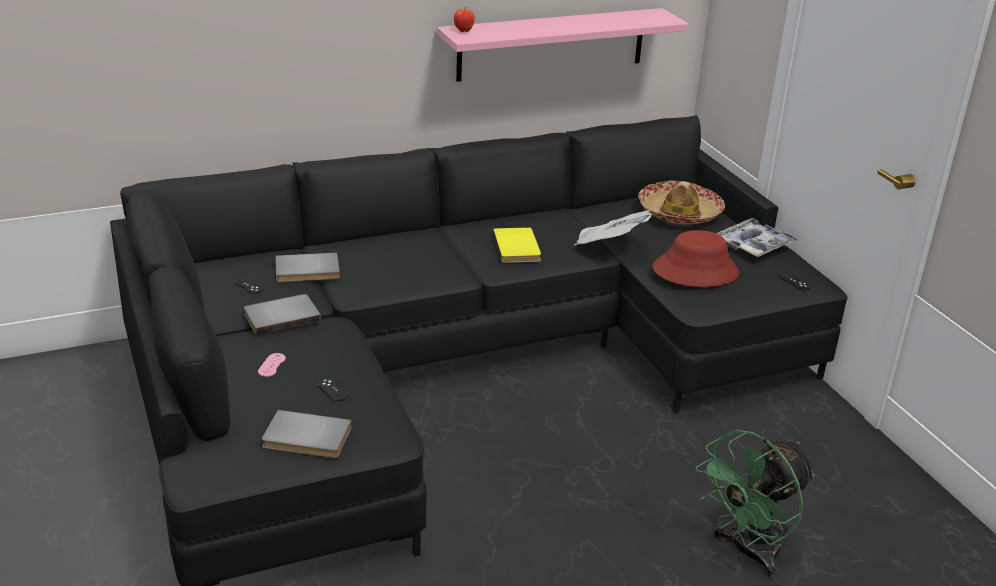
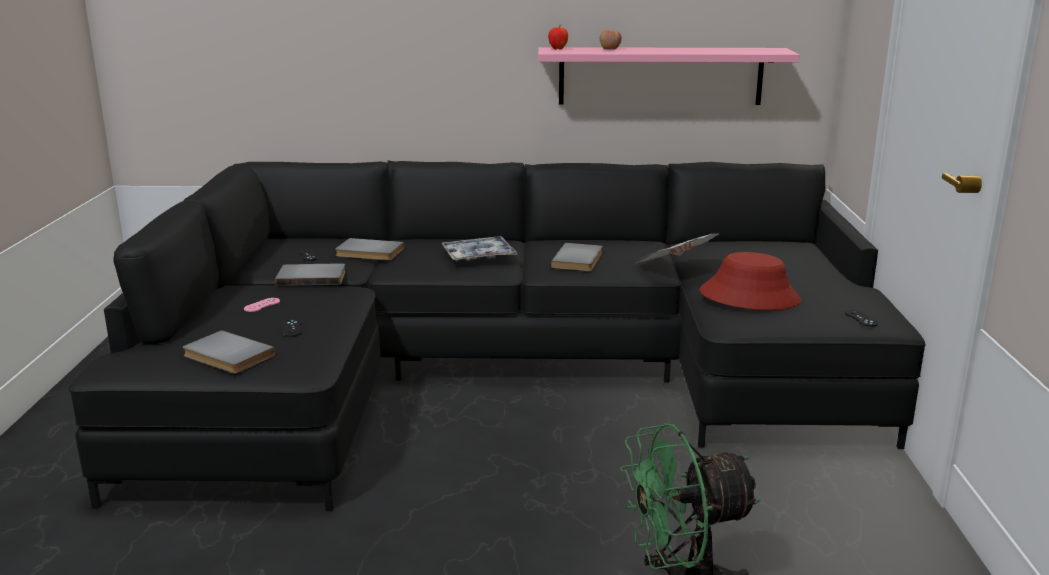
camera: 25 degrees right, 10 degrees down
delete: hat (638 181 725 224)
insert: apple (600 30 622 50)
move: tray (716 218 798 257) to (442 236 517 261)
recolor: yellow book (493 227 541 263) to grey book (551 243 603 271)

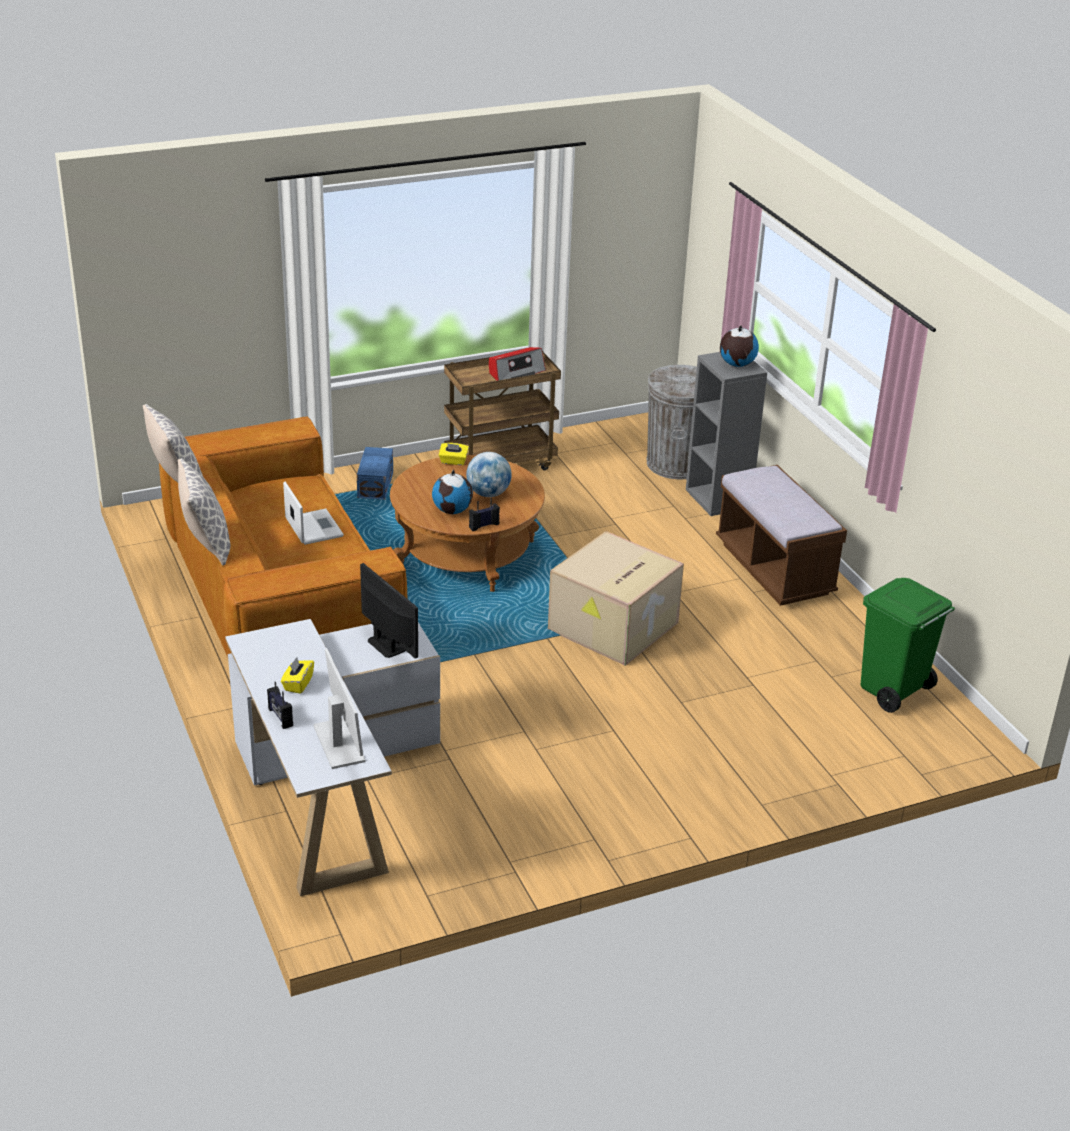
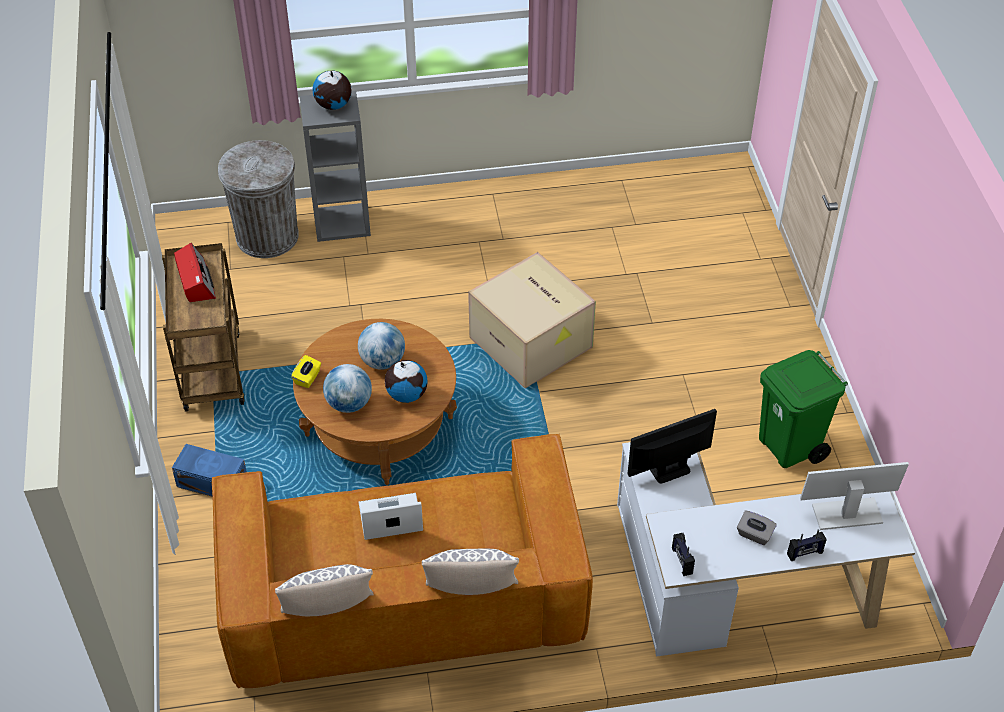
camera: 75 degrees left, 15 degrees up
delete: brown bench (716 465 847 606)
insert: globe (323 364 372 413)
move: radio (469 498 500 531) to (672 533 695 576); green trash can (861 578 955 713) to (759 350 848 468)
recolor: yellow tissue box (281 657 314 694) to grey tissue box (737 510 777 545)

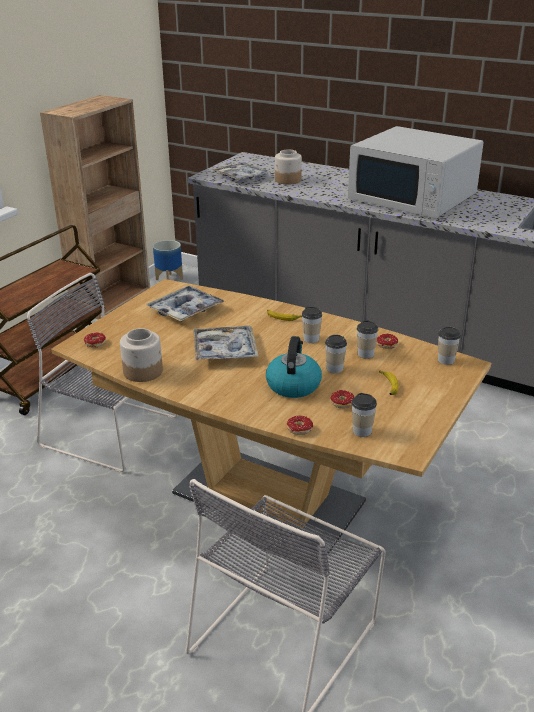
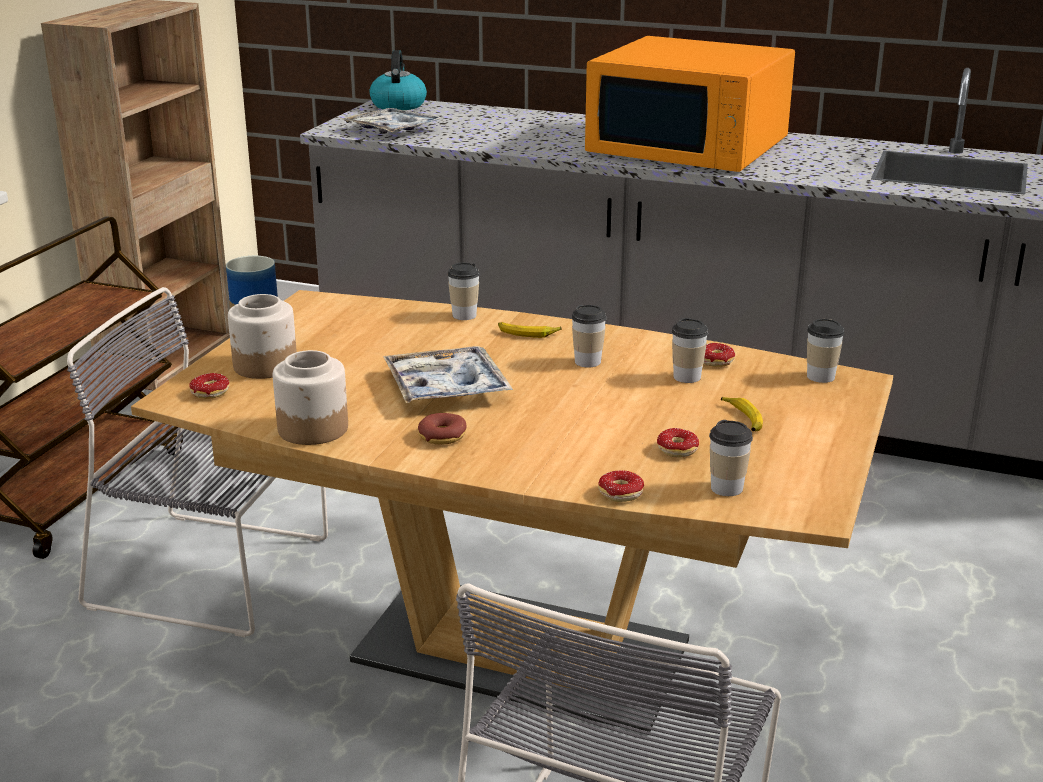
camera: 10 degrees left, 5 degrees down
delete: tray (146 286 225 322)
insert: donut (418 413 467 445)
move: kettle (266 336 322 398) to (370 50 427 110); jar (275 150 302 185) to (228 294 297 379); cup (325 335 347 374) to (447 263 480 320)
recolor: white microwave (348 126 484 219) to orange microwave (585 36 795 172)

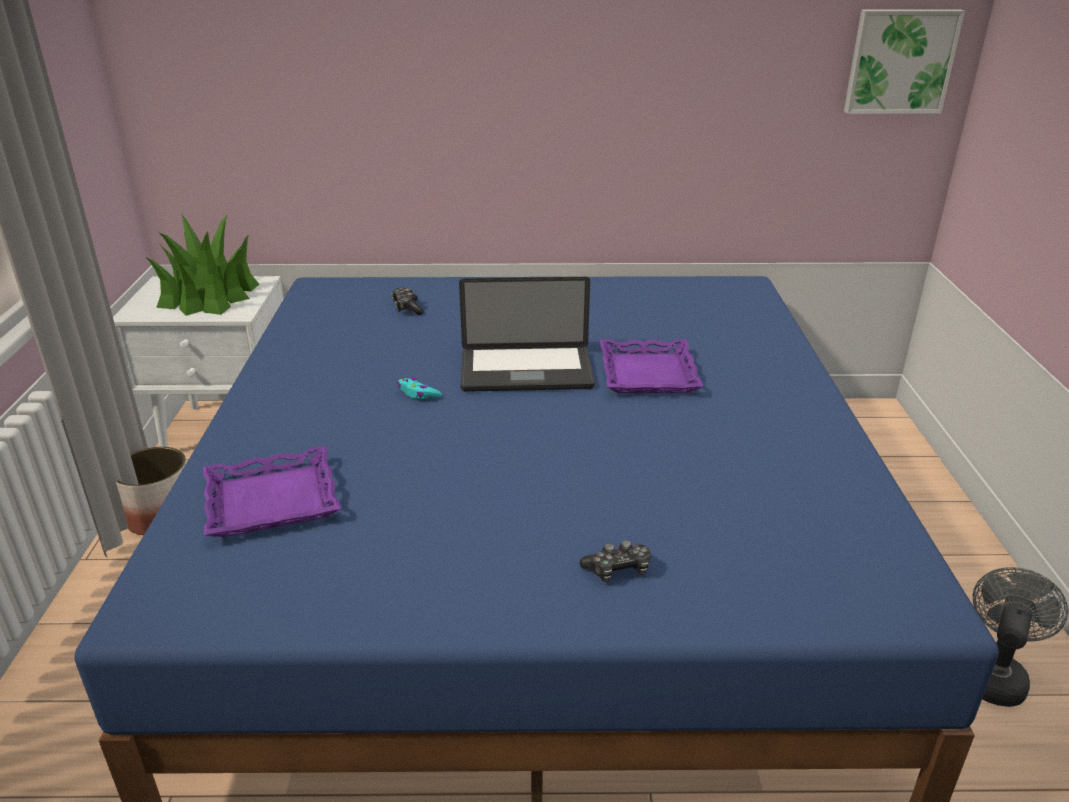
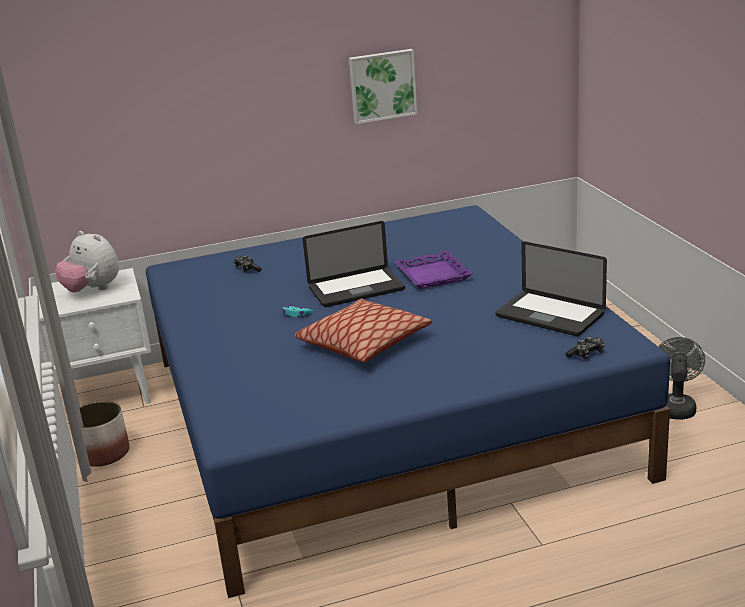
camera: 15 degrees left, 5 degrees down
delete: purple tray (203 446 341 537)
insert: pillow (295 299 432 362); laptop (495 241 607 336)
move: game controller (580 540 651 582) to (565 337 605 359); picture (844 9 965 114) to (349 49 417 124)
replace: potted plant (147 213 259 316) to plush toy (55 231 119 292)

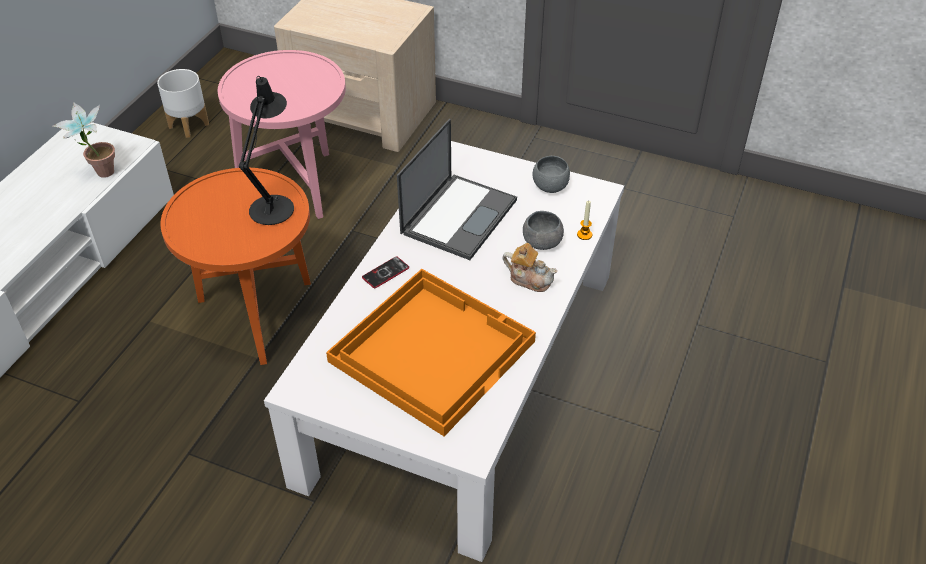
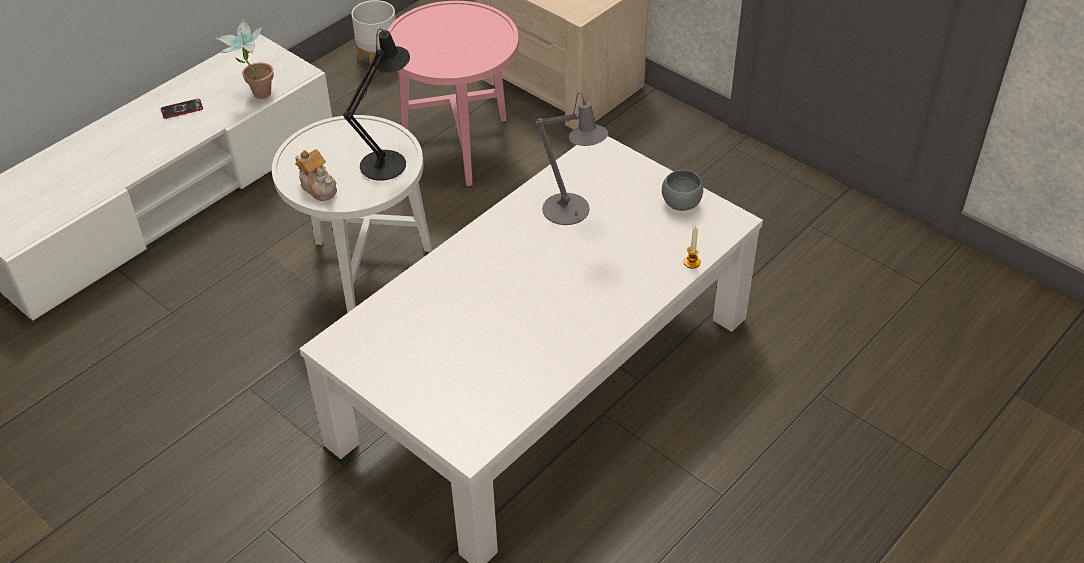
camera: 20 degrees right, 0 degrees up
delete: orange tray (326 269 536 436); grey bowl (523 211 564 250)
move: phone (362 257 409 288) to (161 99 203 119); teapot (502 243 557 292) to (295 149 337 201)
replace: laptop (397 119 517 260) to grey table lamp (535 93 608 225)
recolor: orange side table (160 168 311 365) to white side table (272 115 432 313)

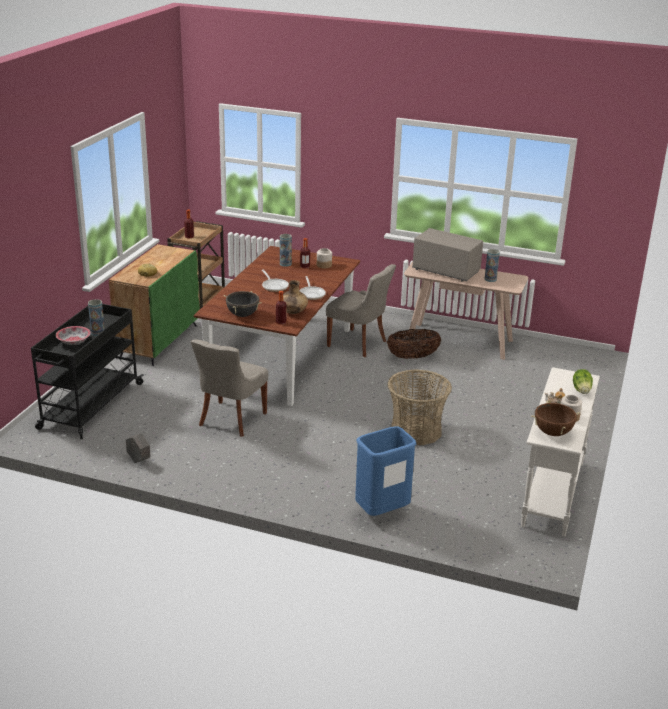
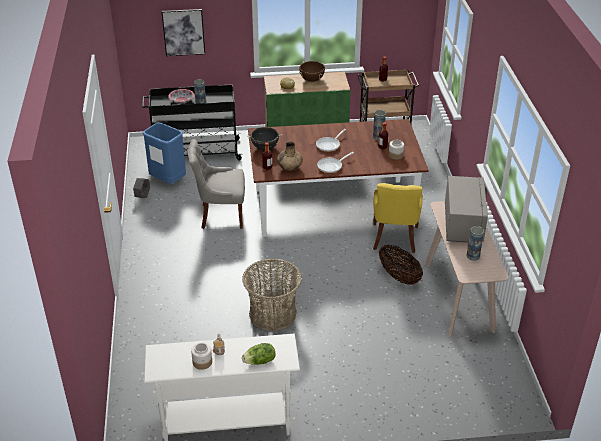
camera: 65 degrees right, 10 degrees up
insert: picture (162 9 205 56)
move: blue trash can (355 426 416 516) to (142 123 186 184); brown cooking pot (531 401 580 436) to (299 61 325 82)
recolor: grey chair (326 264 396 357) to yellow chair (373 183 423 253)

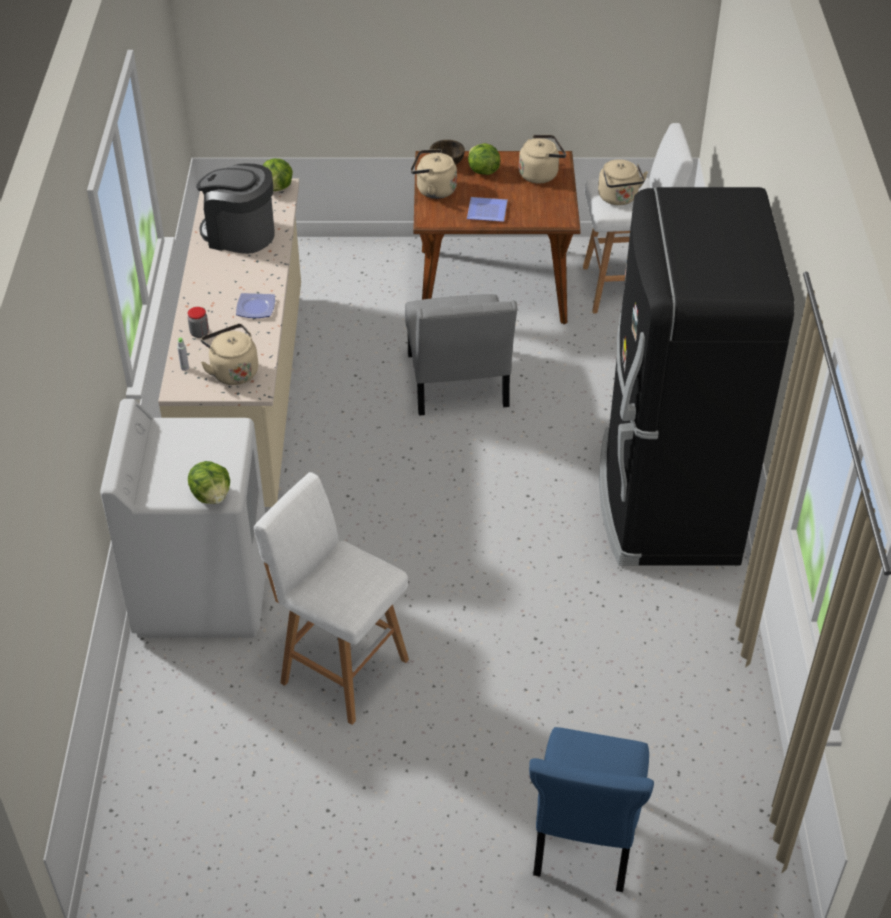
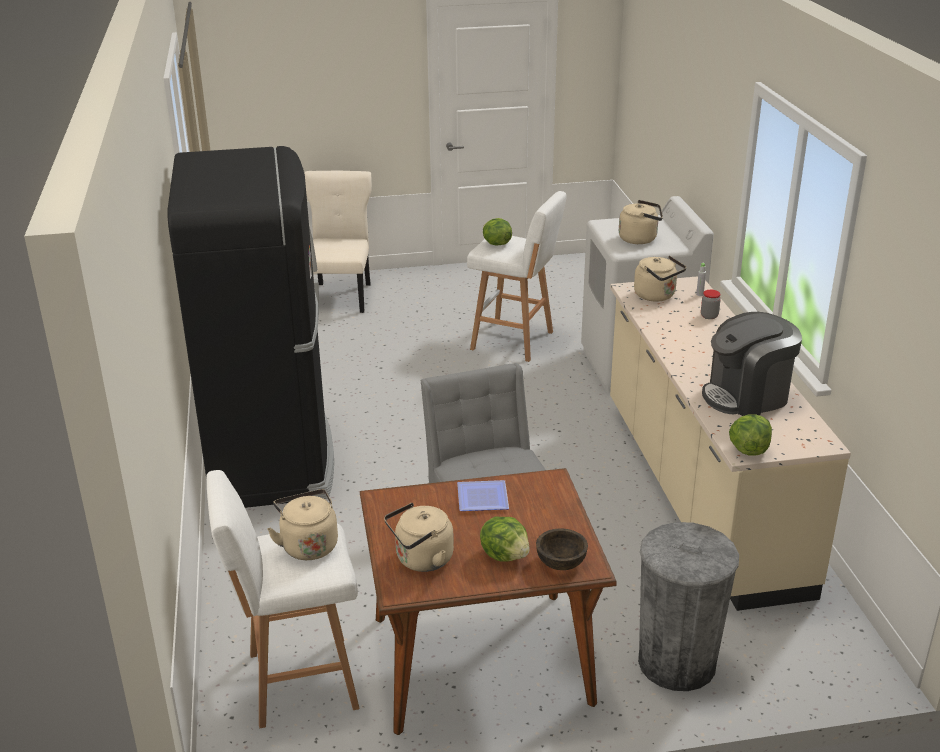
camera: 170 degrees right, 15 degrees down
delete: plate (236 293 275 318)
insert: grey trash can (638 522 739 691)
move: lettuce (188 461 230 504) to (483 218 512 246); beige kettle (411 149 457 199) to (619 200 663 244)
recolor: blue chair (529 727 654 892) to beige chair (304 171 372 313)
rotate: coffee machine (196 164 275 254) = (702 312 802 416) 150 degrees clockwise

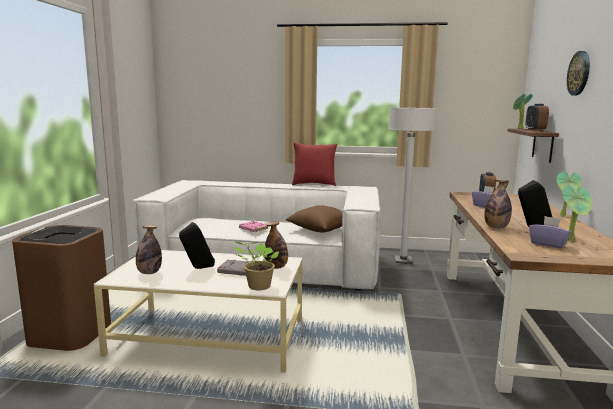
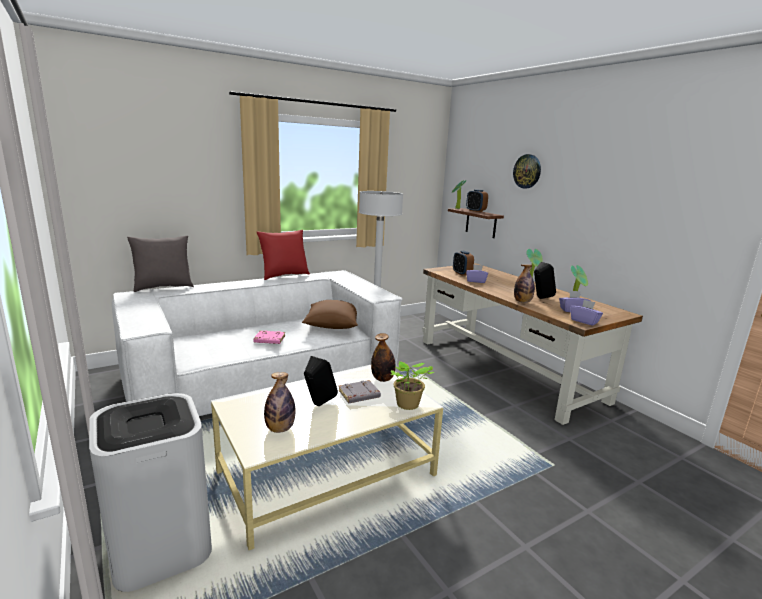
camera: 40 degrees left, 5 degrees up
insert: grey pillow (127 236 194 292); purple tissue box (570 300 603 326)
recolor: brown trash can (12 225 111 351) to white trash can (89 393 212 592)

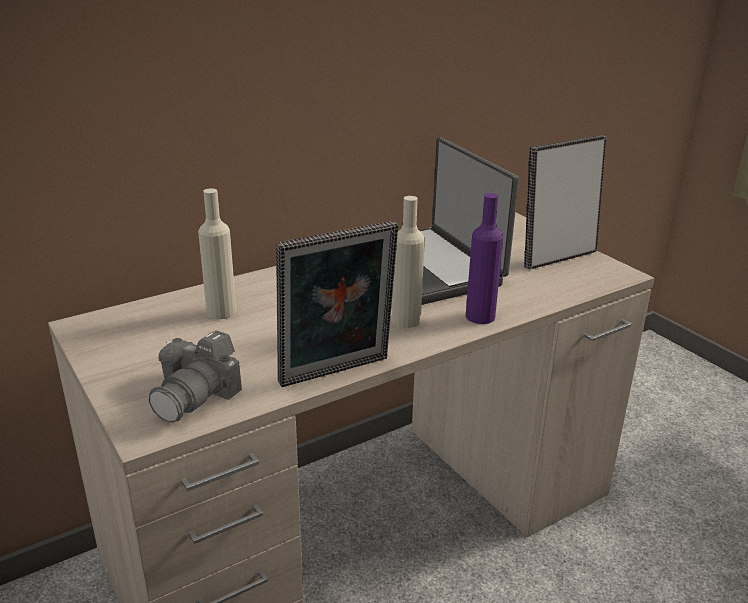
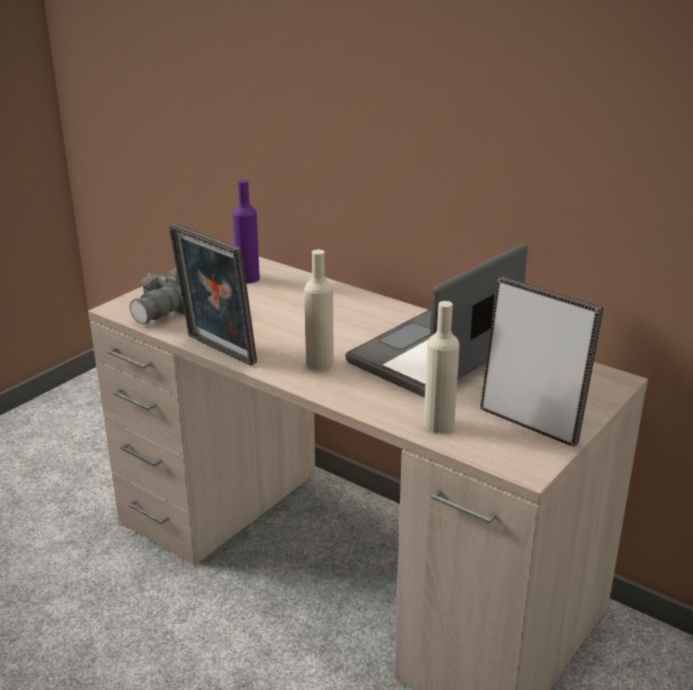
camera: 70 degrees right, 0 degrees up
move: beige bottle (198 188 236 319) to (424 301 460 433); purple bottle (466 193 503 324) to (233 180 260 283)
rotate: photo camera (149 331 242 423) = (130 269 185 324) 60 degrees counterclockwise

